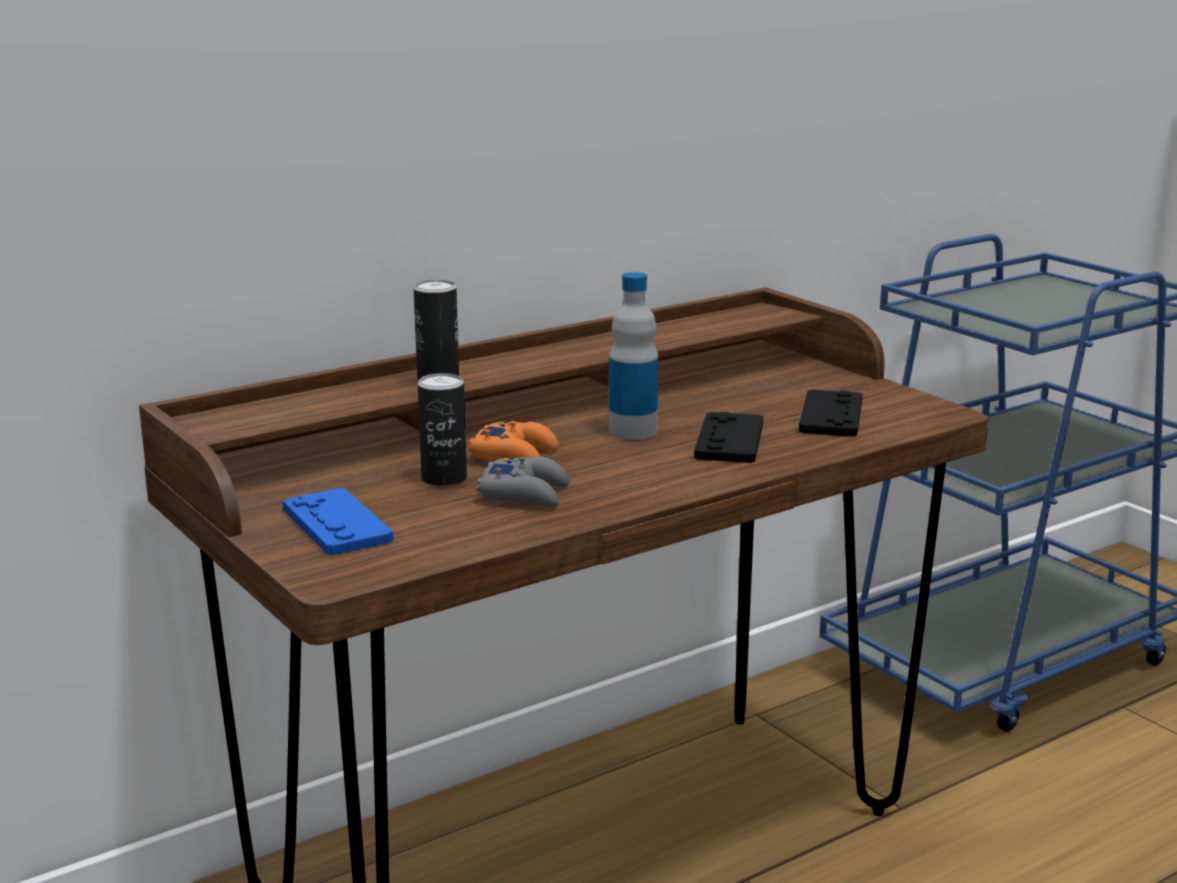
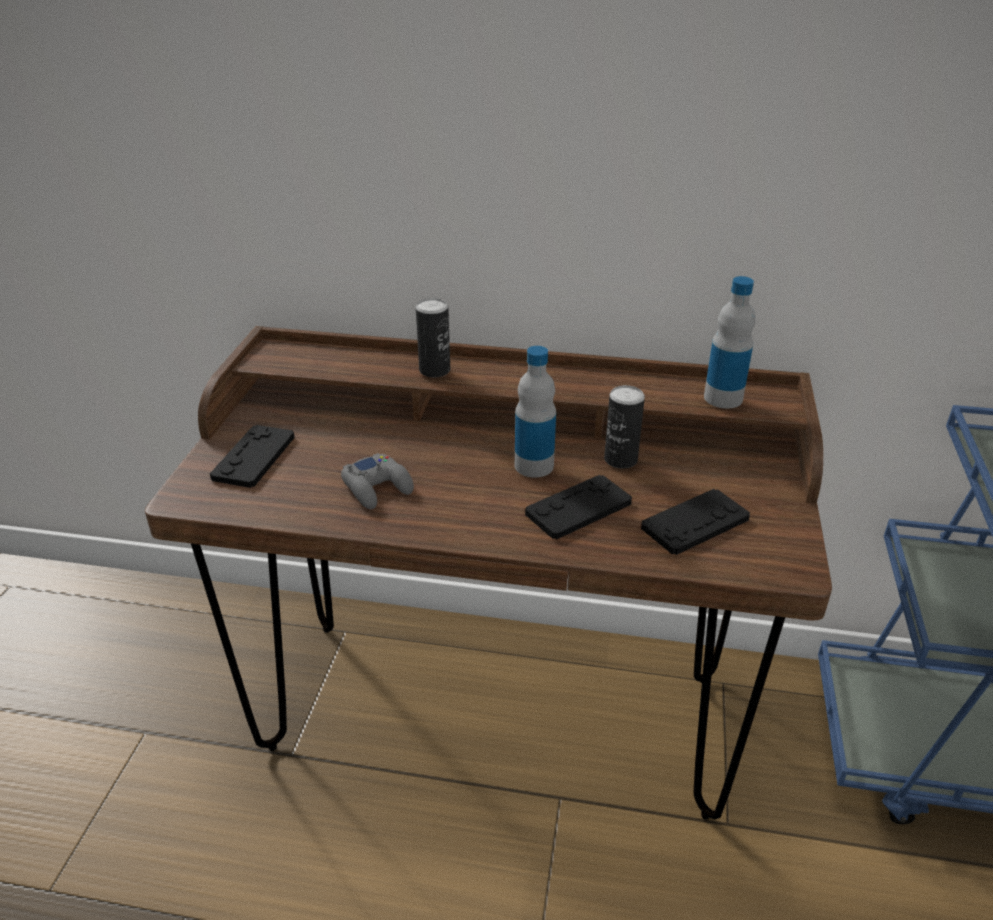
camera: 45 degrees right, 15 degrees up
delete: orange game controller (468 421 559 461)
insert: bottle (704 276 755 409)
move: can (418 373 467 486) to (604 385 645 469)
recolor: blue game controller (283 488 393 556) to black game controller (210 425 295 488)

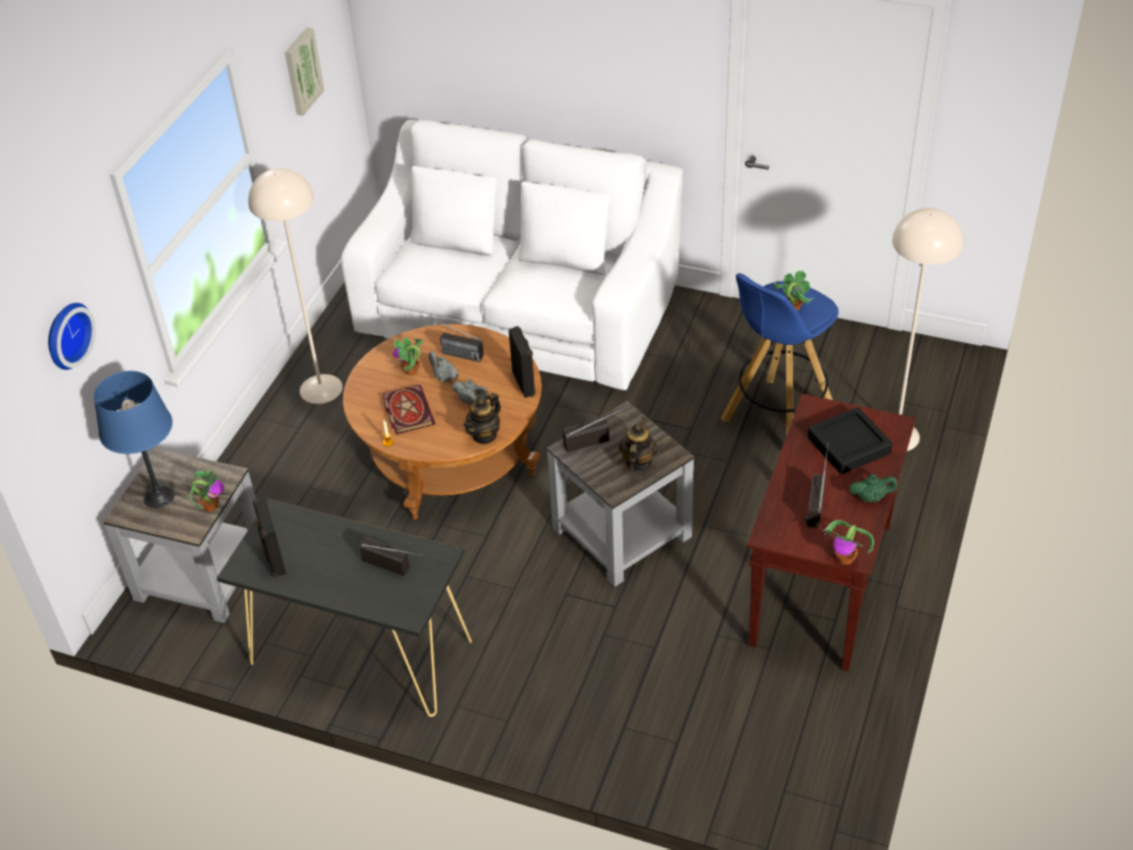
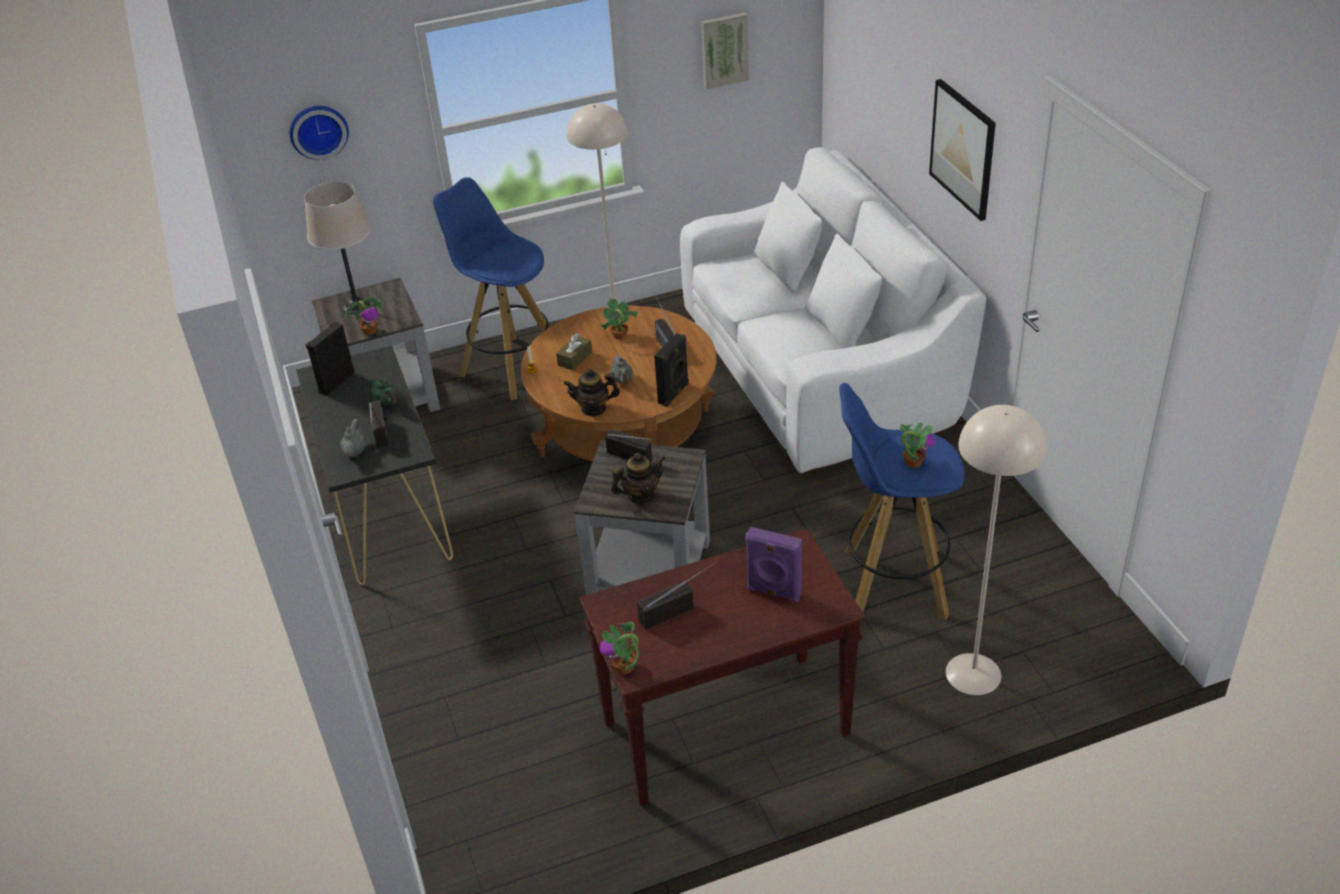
camera: 50 degrees right, 5 degrees down
insert: blue stool (433 177 549 401); picture (929 79 996 221)
move: grey teapot (429 351 459 382) to (340 419 366 458); green teapot (849 474 897 502) to (369 378 397 405)
replace: book (383 385 435 435) to brown tissue box (556 333 592 370); black tray (807 407 893 474) to purple speaker (745 527 802 602)
recolor: blue table lamp (94 371 175 508) to beige table lamp (304 181 371 314)

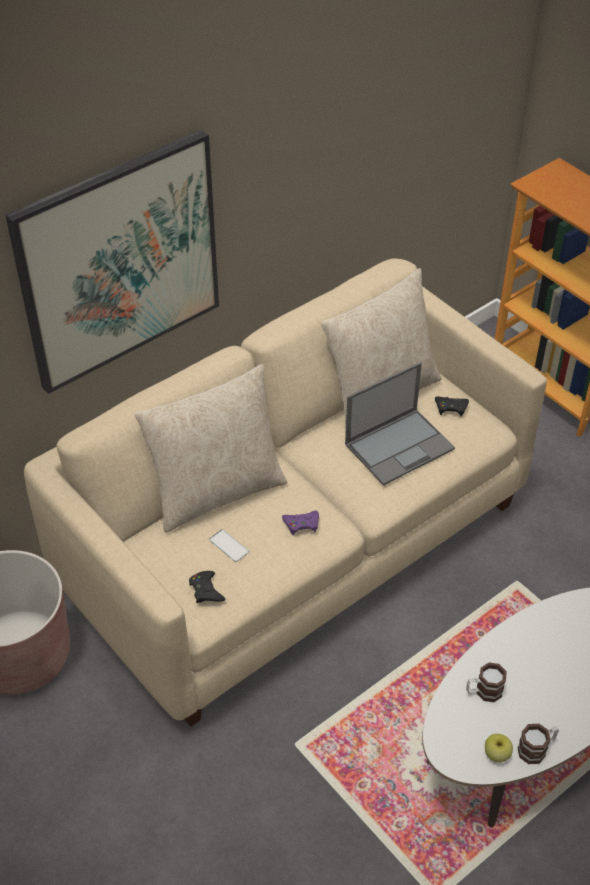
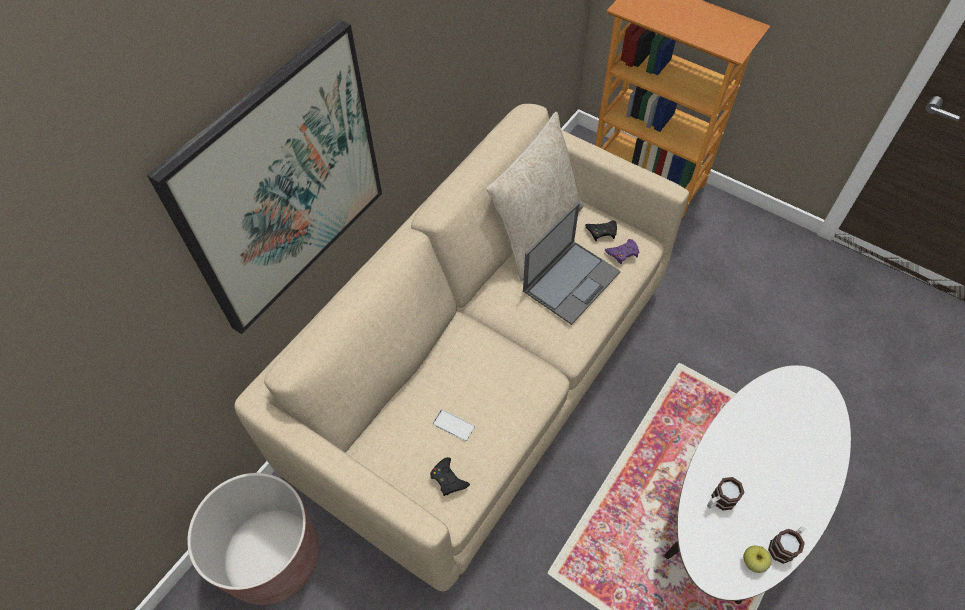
camera: 15 degrees left, 10 degrees up
delete: beige pillow (135 364 287 533)
move: purple game controller (282 511 319 536) to (605 239 639 264)

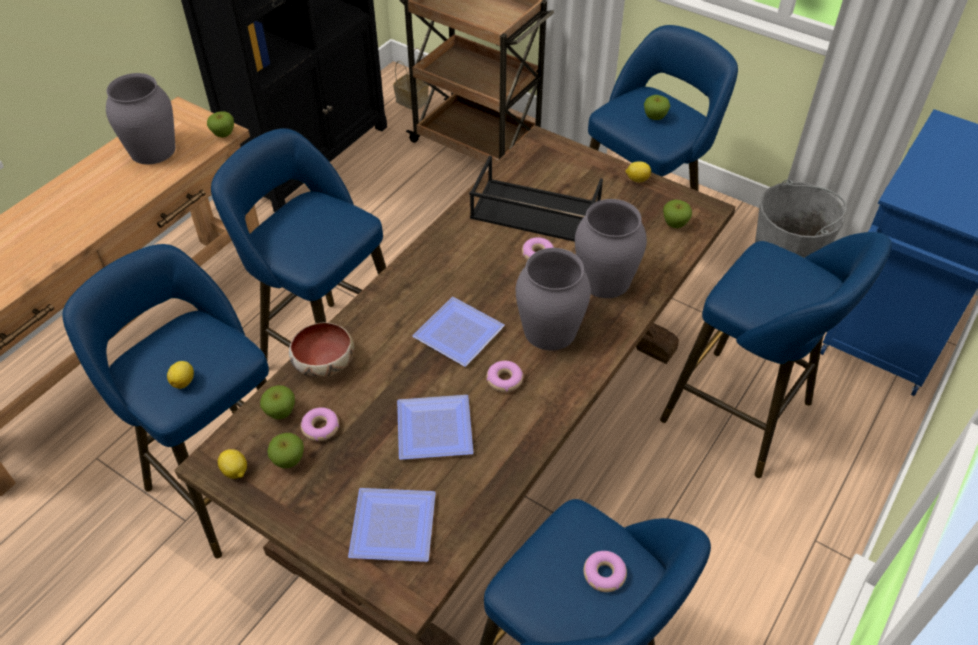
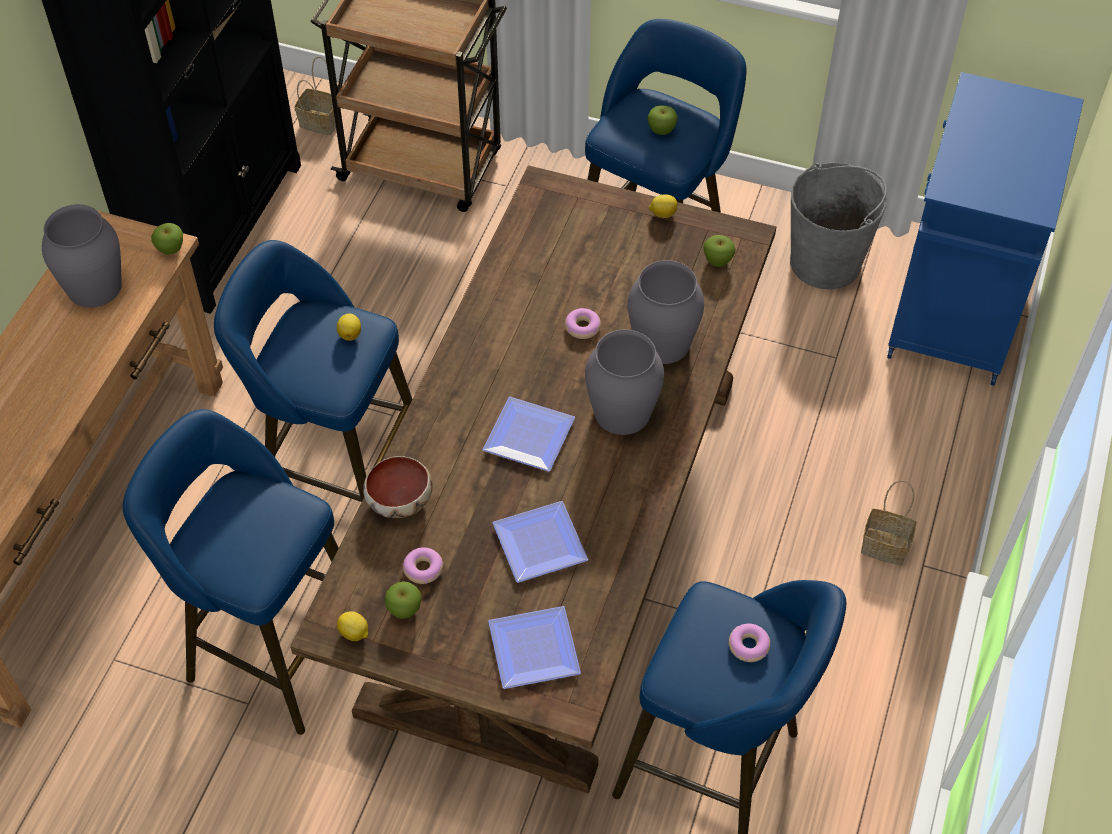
camera: 15 degrees left, 5 degrees up
delete: apple (260 385 295 419); black tray (470 156 603 242); donut (487 361 523 392); blue stool (660 232 892 478)
insert: basket (861 480 917 565)
move: lemon (167 361 194 389) to (337 314 361 341)

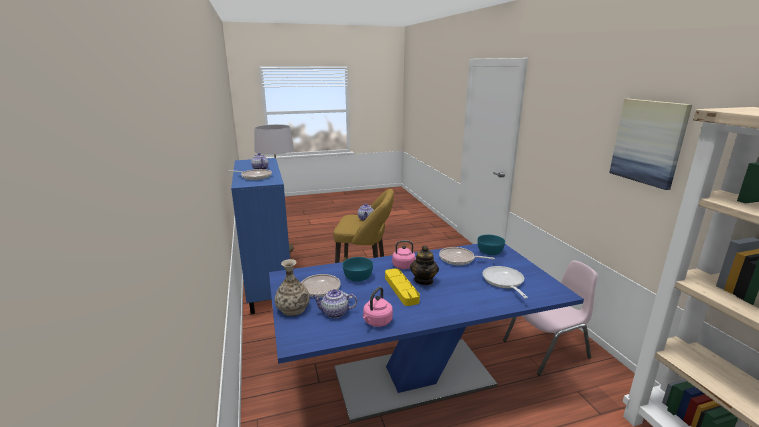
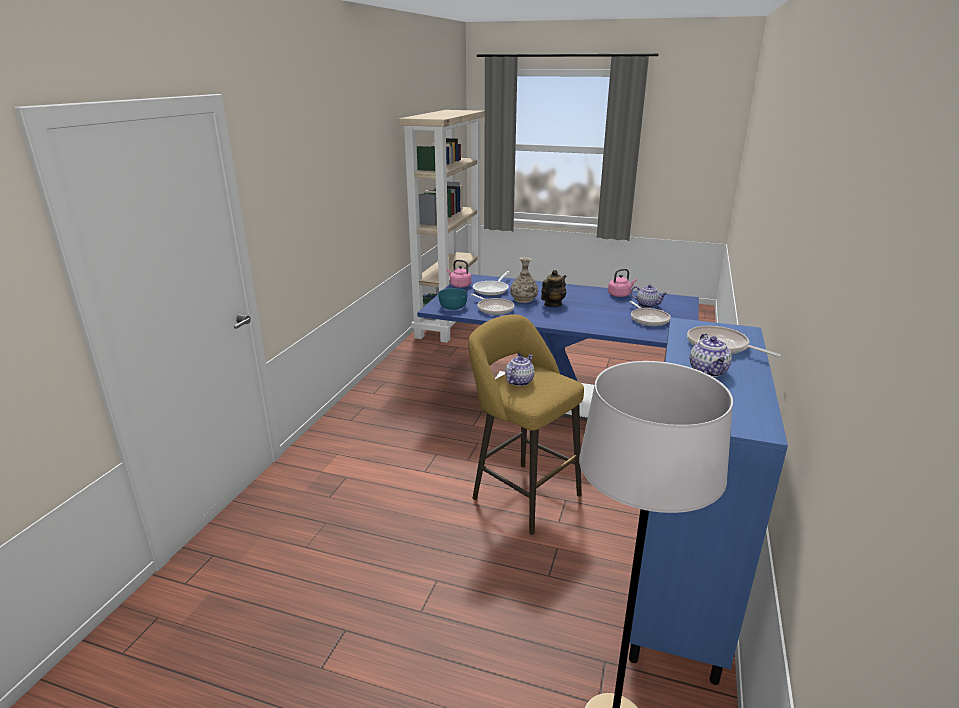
camera: 145 degrees left, 5 degrees up
delete: turquoise bowl (343 257 373 282); yellow tray (385 268 420 306); pink chair (503 260 598 376); picture (609 99 692 190)
move: vase (275 259 310 316) to (510 257 538 303); pink kettle (392 240 416 269) to (447 260 471 288)

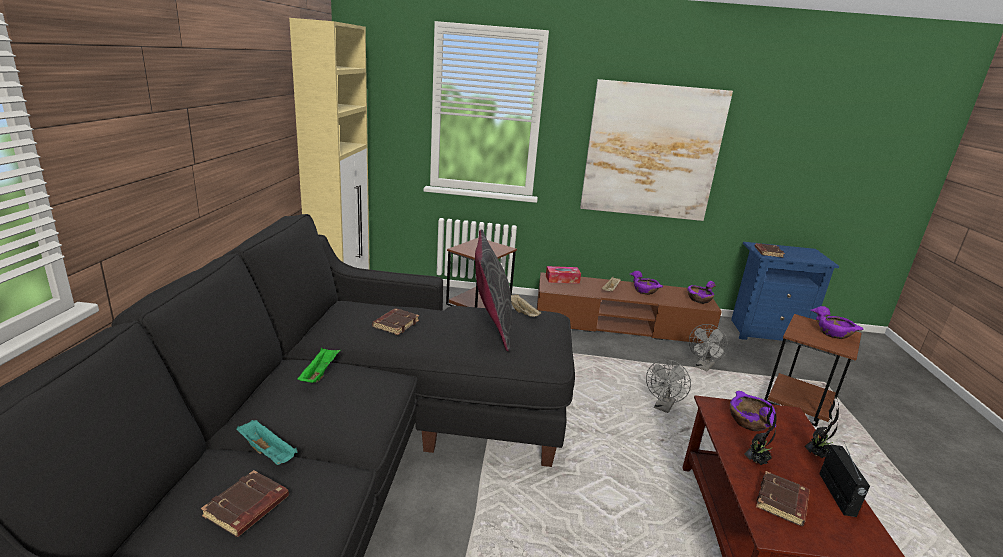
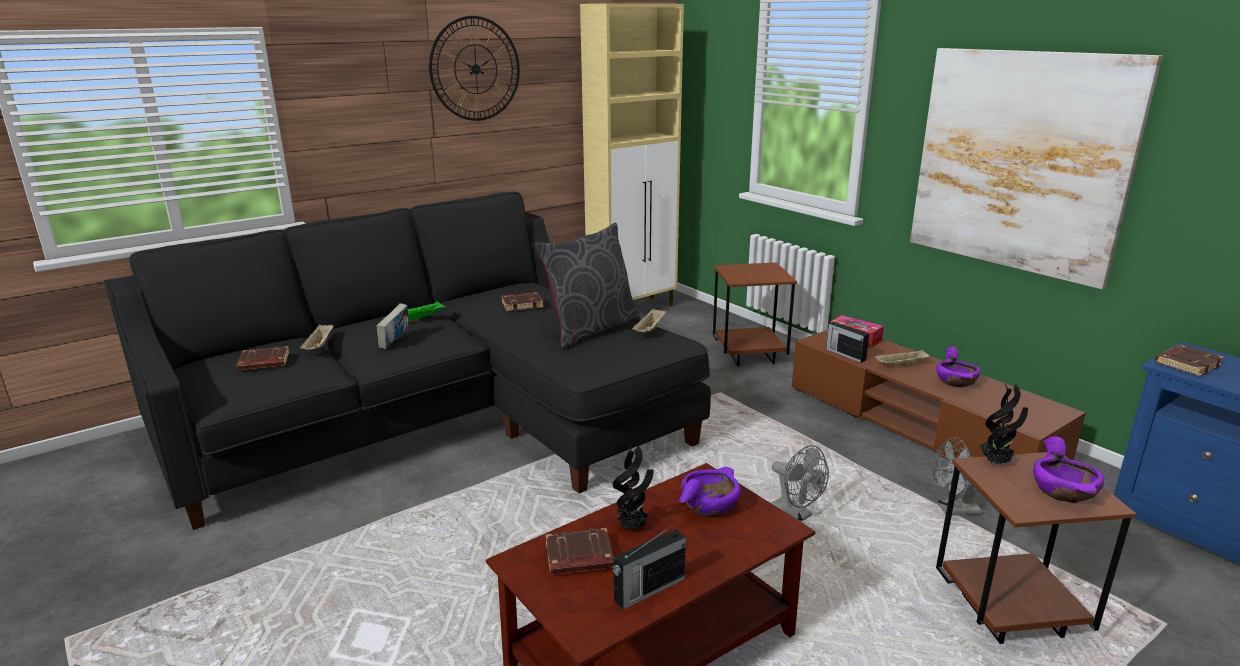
camera: 50 degrees right, 0 degrees up
delete: purple bowl (687 281 716 304)
insert: book (377 303 408 349); wall clock (429 16 520 121); radio (826 322 869 363)
move: potted plant (804 398 839 459) to (980 384 1028 465)
recolor: turquoise tray (236 420 297 465) to beige tray (300 324 333 350)
rotate: grey fan (646 359 691 413) = (771 445 829 522) 120 degrees counterclockwise

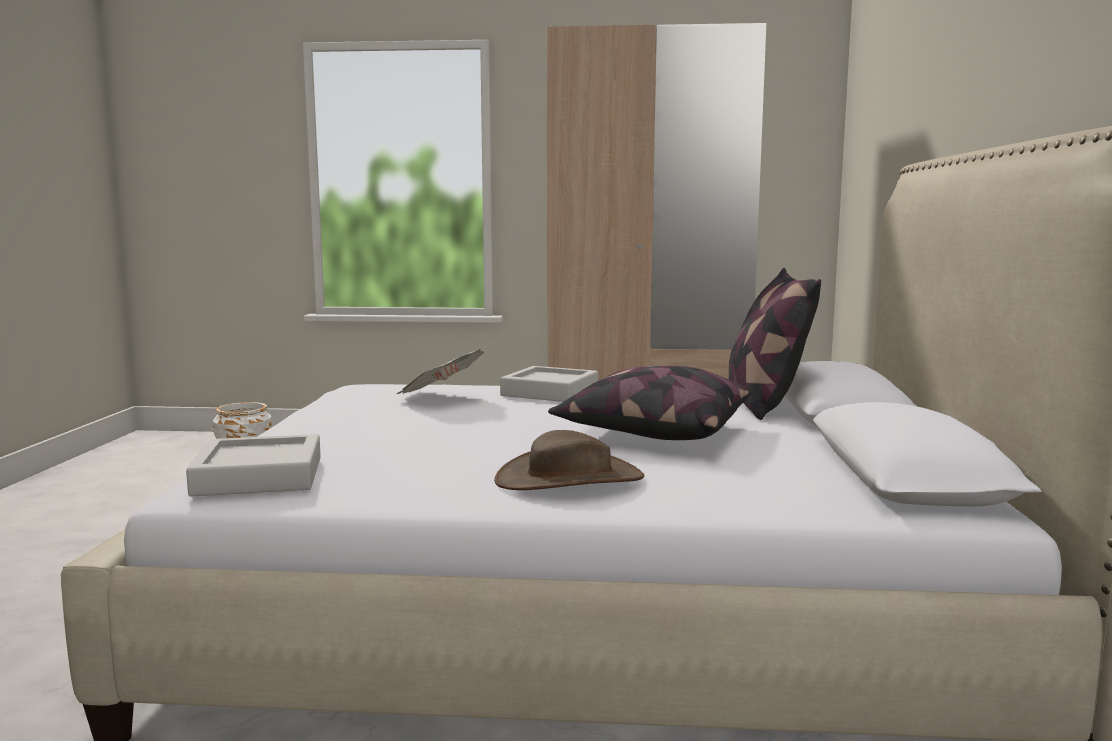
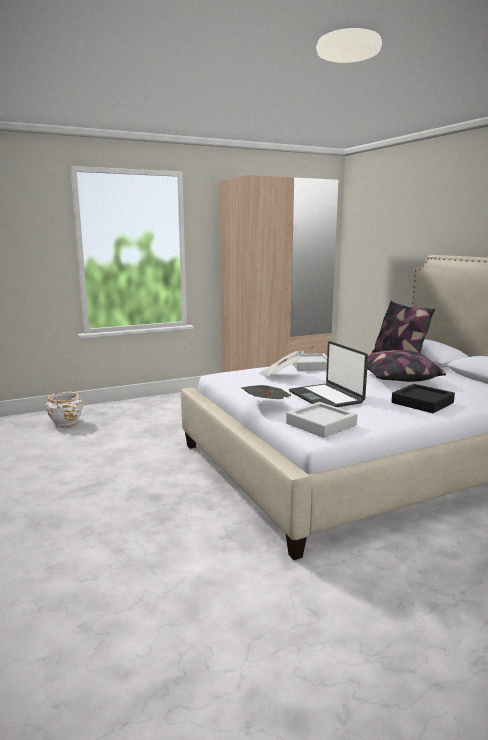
camera: 30 degrees left, 5 degrees up
insert: newspaper (241 385 291 399); laptop (289 341 368 407)
replace: brown hat (494 430 644 490) to black tray (391 384 455 413)

